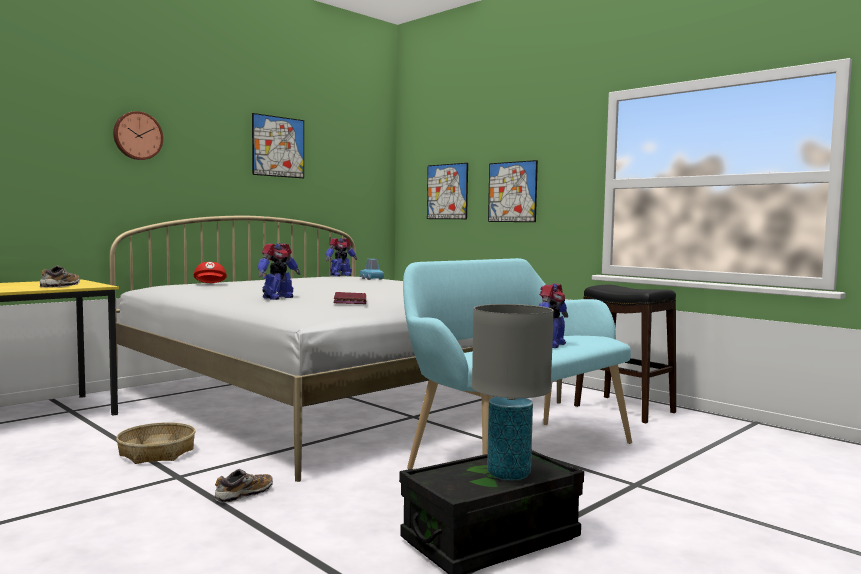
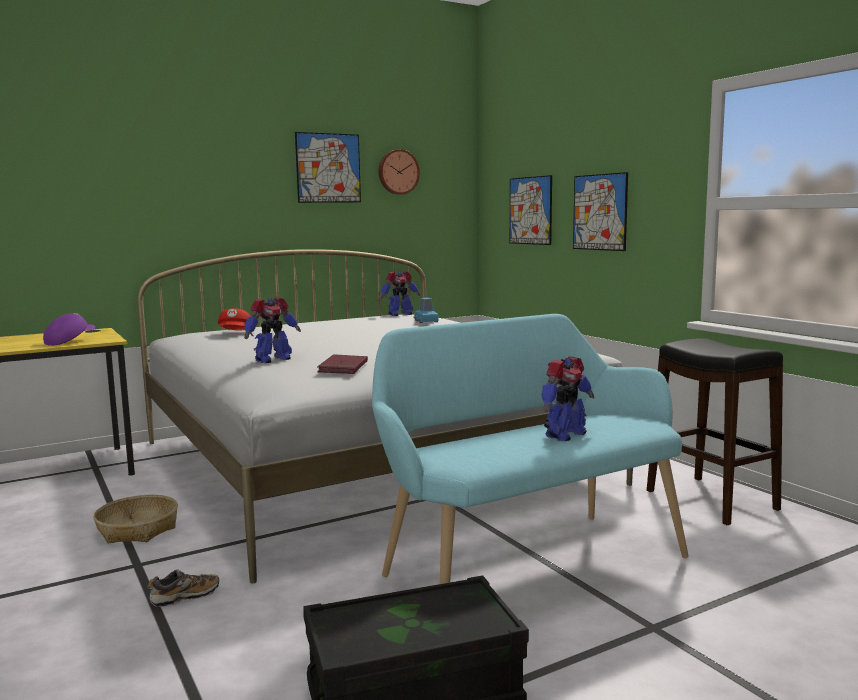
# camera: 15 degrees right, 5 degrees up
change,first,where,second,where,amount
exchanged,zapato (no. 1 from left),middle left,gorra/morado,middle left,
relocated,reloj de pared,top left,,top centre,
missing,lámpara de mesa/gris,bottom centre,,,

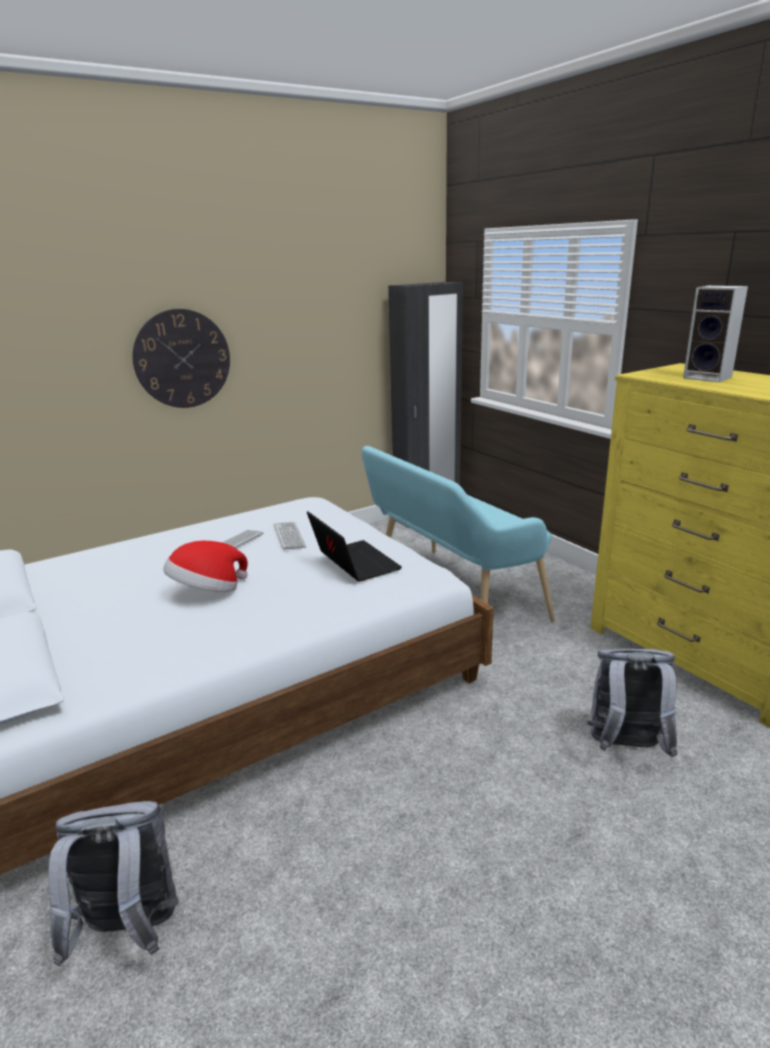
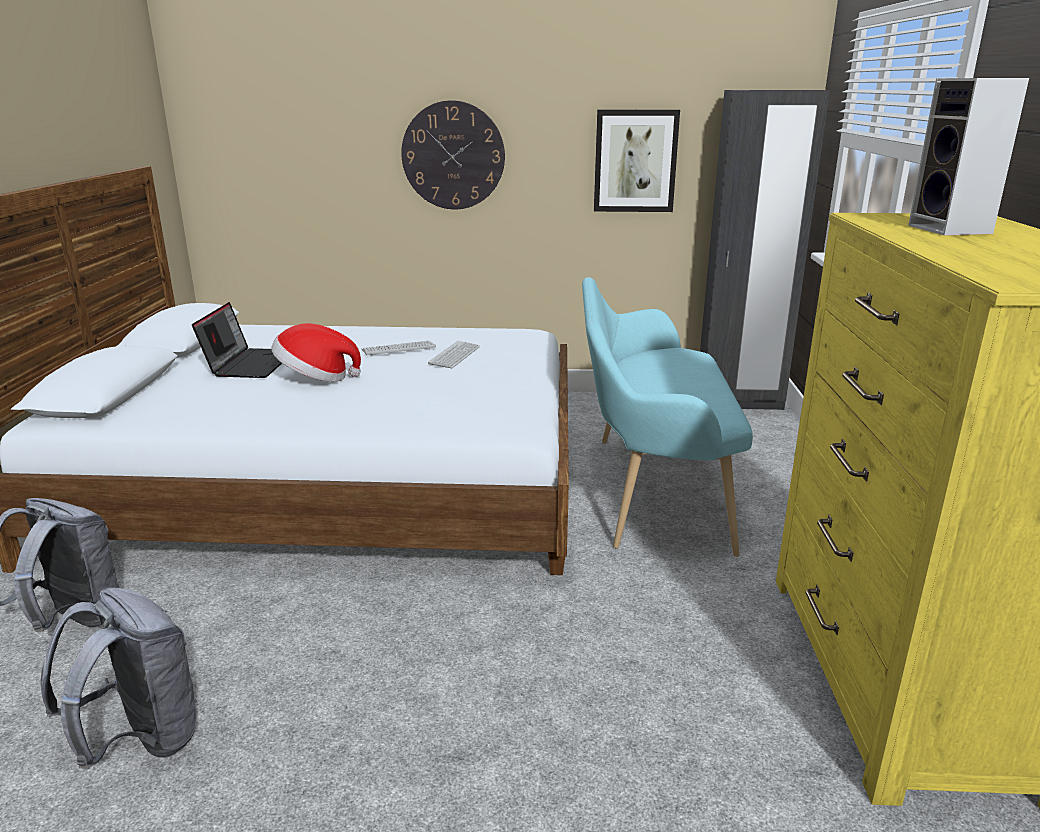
# camera: 35 degrees right, 0 degrees up
change,first,where,second,where,amount
relocated,portátil,centre,,middle left,
relocated,mochila/gris (no. 2 from left),bottom right,,bottom left,
appeared,,,cuadro,top centre,

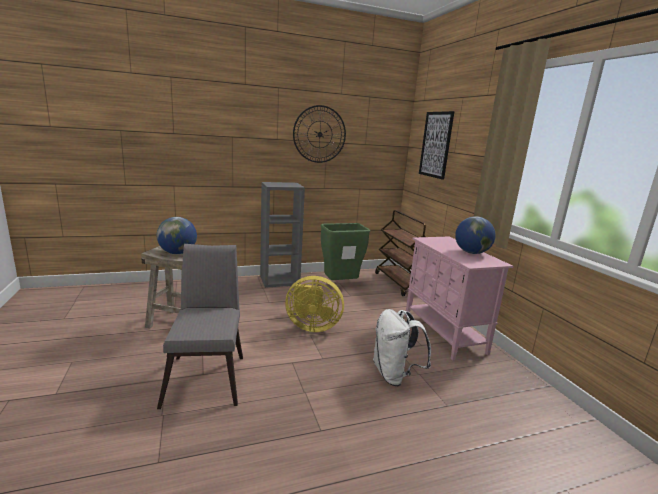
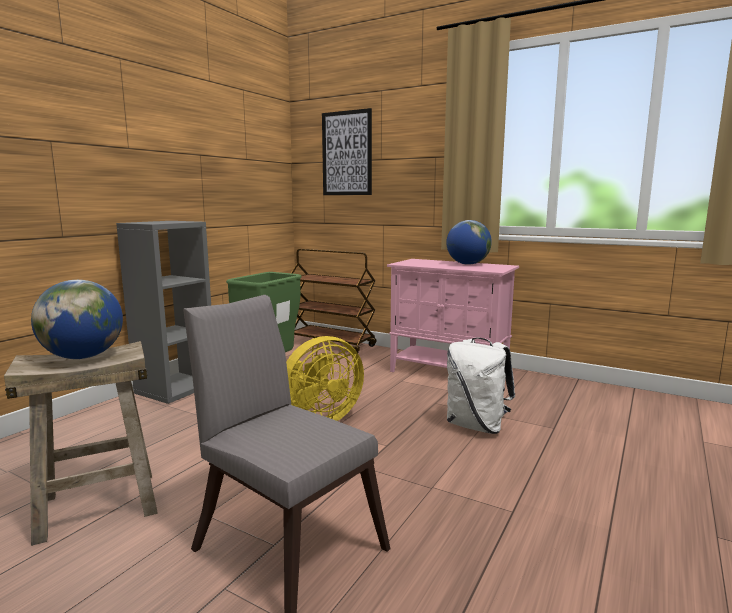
# camera: 40 degrees left, 5 degrees down
change,first,where,second,where,amount
missing,reloj de pared,top centre,,,

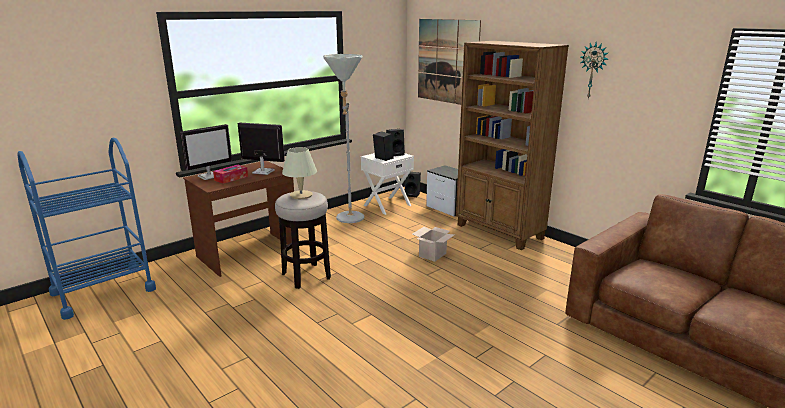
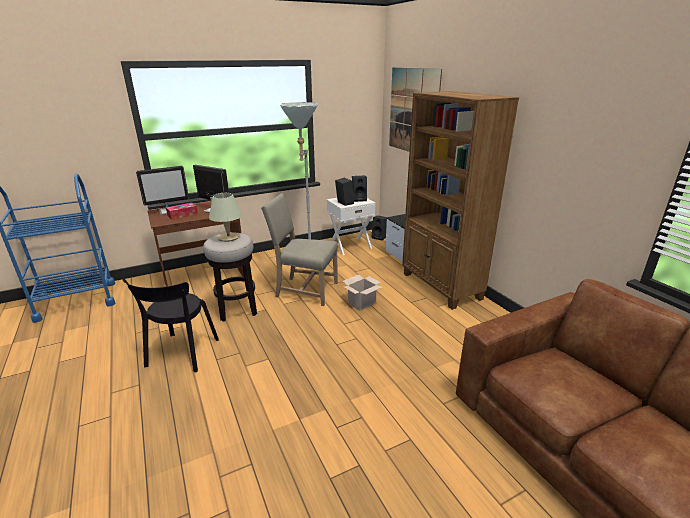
# camera: 15 degrees right, 5 degrees up
change,first,where,second,where,amount
missing,reloj de pared,top right,,,
appeared,,,silla/negro,middle left,
appeared,,,silla/beis,centre,

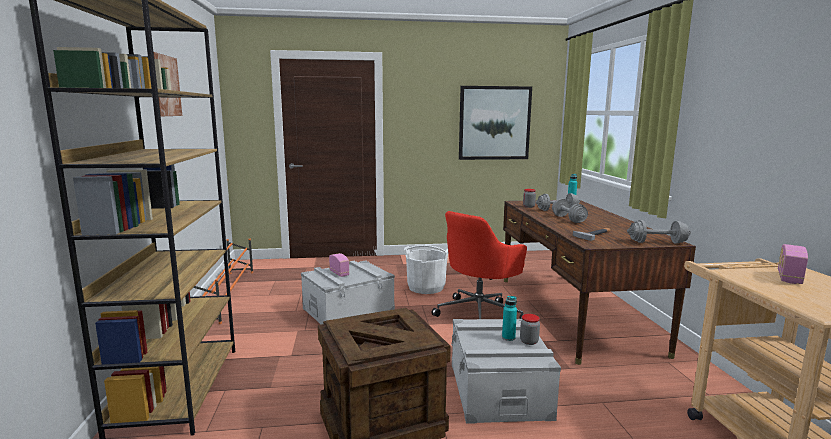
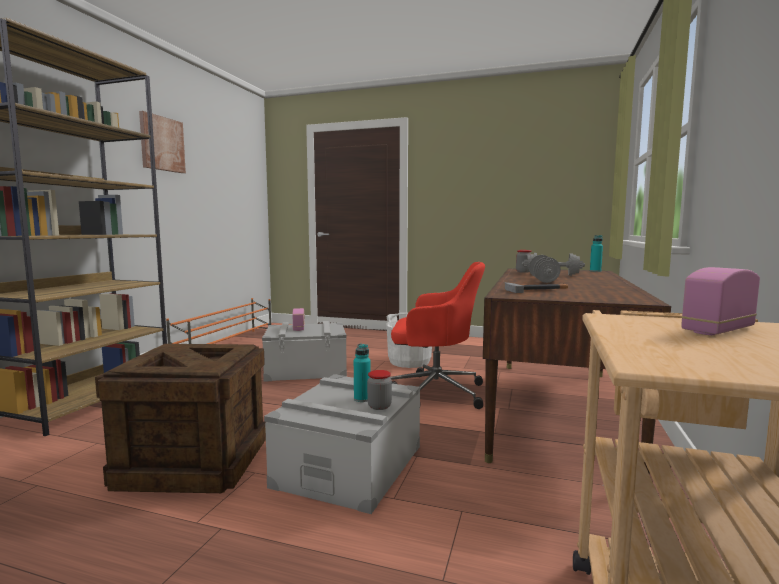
# camera: 25 degrees right, 5 degrees down
change,first,where,second,where,amount
spun,silla de oficina/rojo,centre,,centre,150 degrees counterclockwise
missing,cuadro (no. 2 from left),top centre,,,
missing,mancuerna/gris (no. 3 from left),middle right,,,

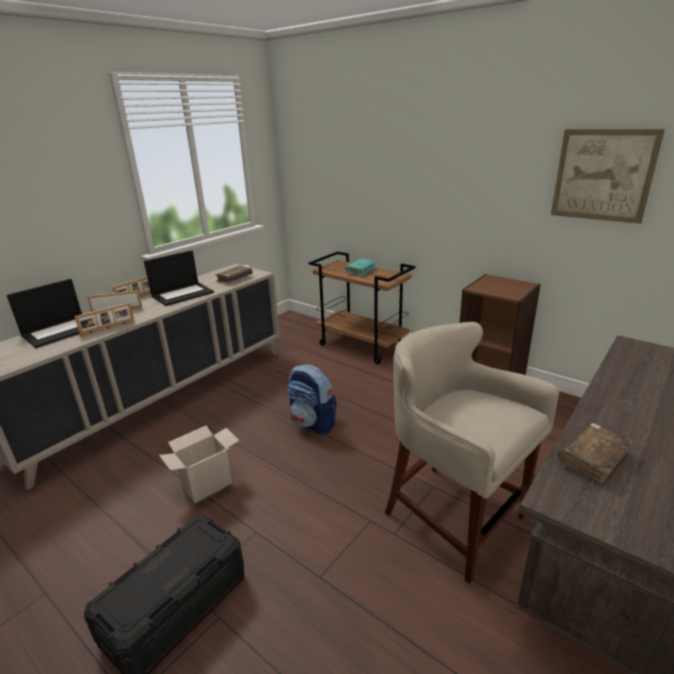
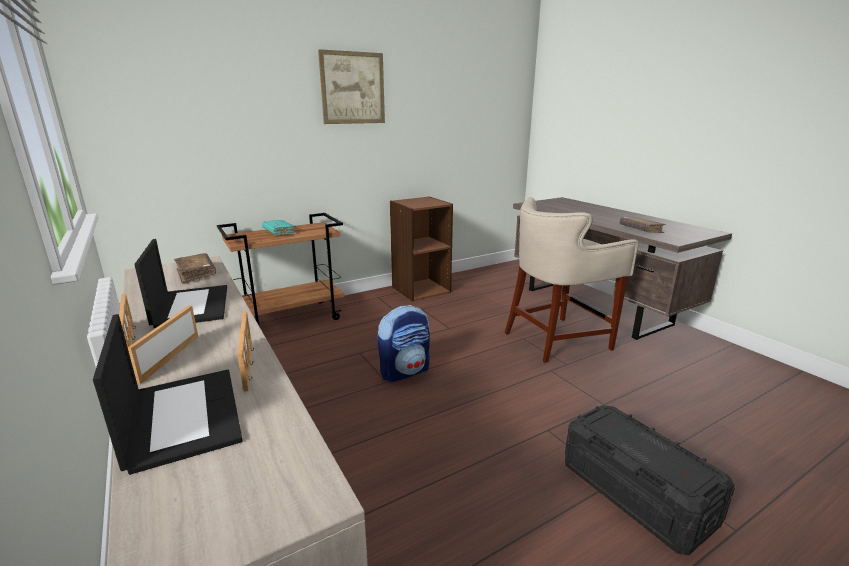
# camera: 70 degrees left, 5 degrees down
change,first,where,second,where,amount
missing,caja de cartón,bottom left,,,
relocated,cuadro,top right,,top centre,

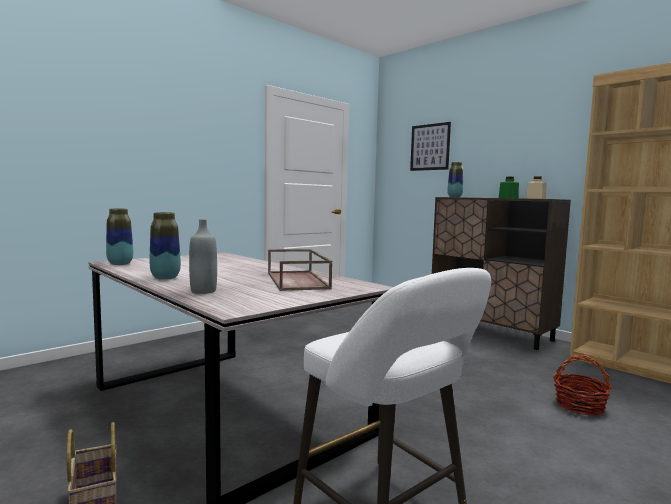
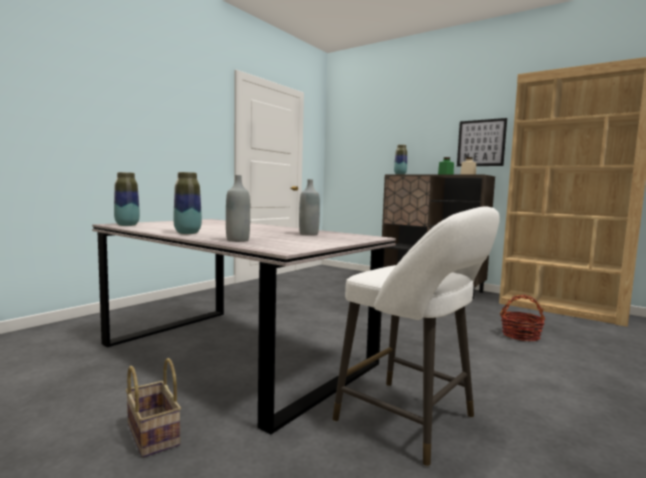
# camera: 10 degrees left, 0 degrees up
change,first,where,second,where,amount
exchanged,bandeja/marrón,centre,botella/gris (no. 2 from left),centre,
relocated,cuadro,top centre,,top right,

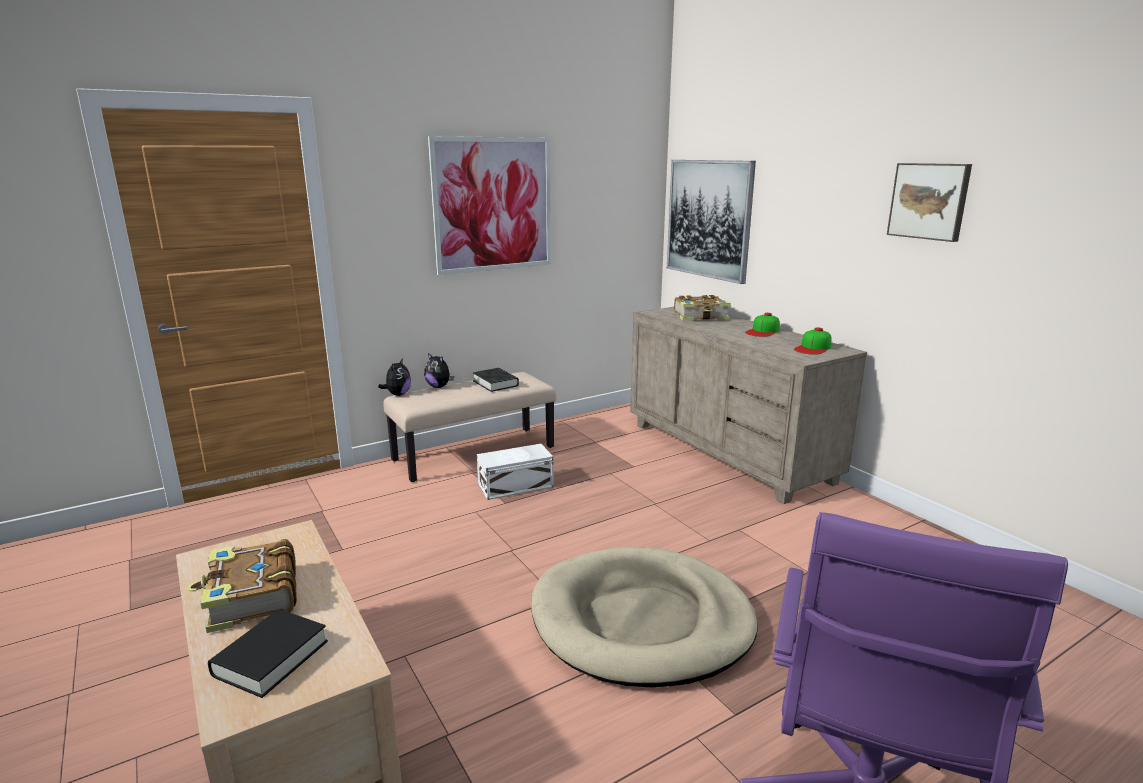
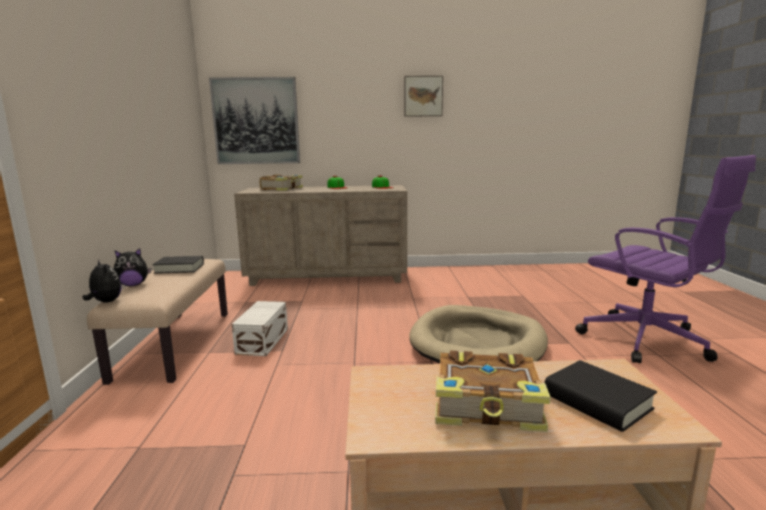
# camera: 60 degrees left, 5 degrees down
change,first,where,second,where,amount
missing,cuadro (no. 1 from left),top centre,,,

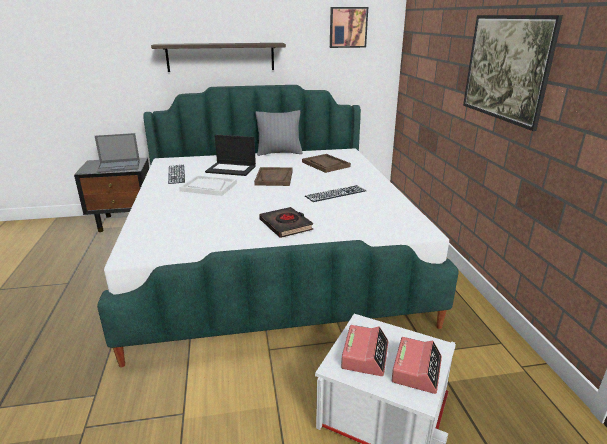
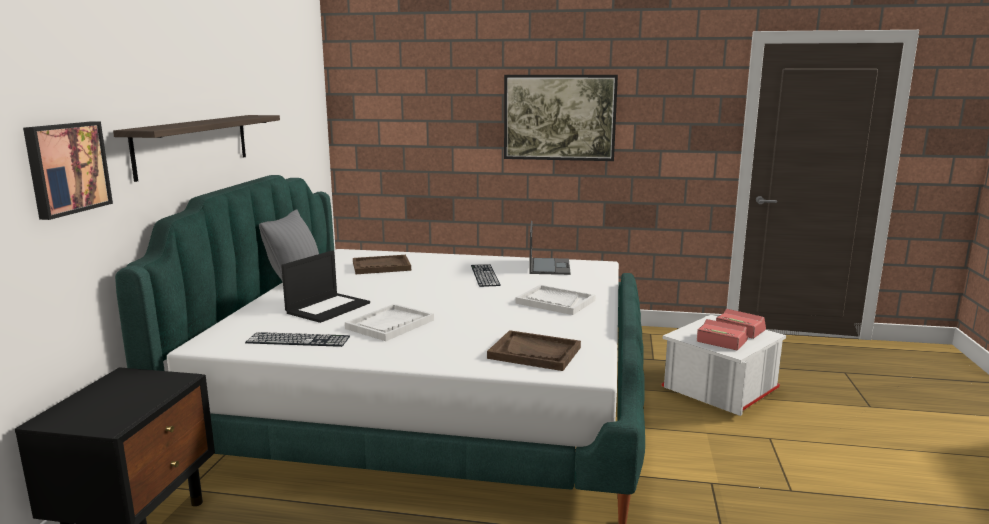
# camera: 70 degrees left, 10 degrees down
change,first,where,second,where,amount
relocated,portátil (no. 1 from left in the first image),middle left,portátil (no. 2 from left),centre,
relocated,bandeja/marrón (no. 1 from left in the first image),centre,bandeja/marrón (no. 2 from left),bottom centre,
exchanged,libro/negro,centre,bandeja/blanco (no. 2 from left),centre,
relocated,cuadro (no. 1 from left),top centre,,top left,

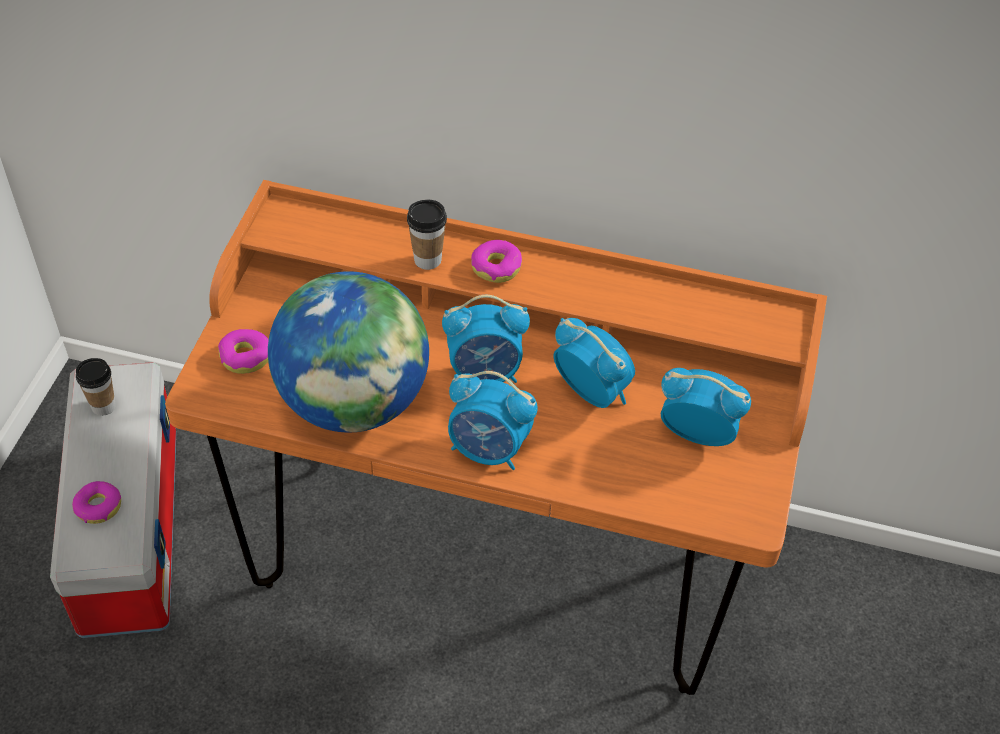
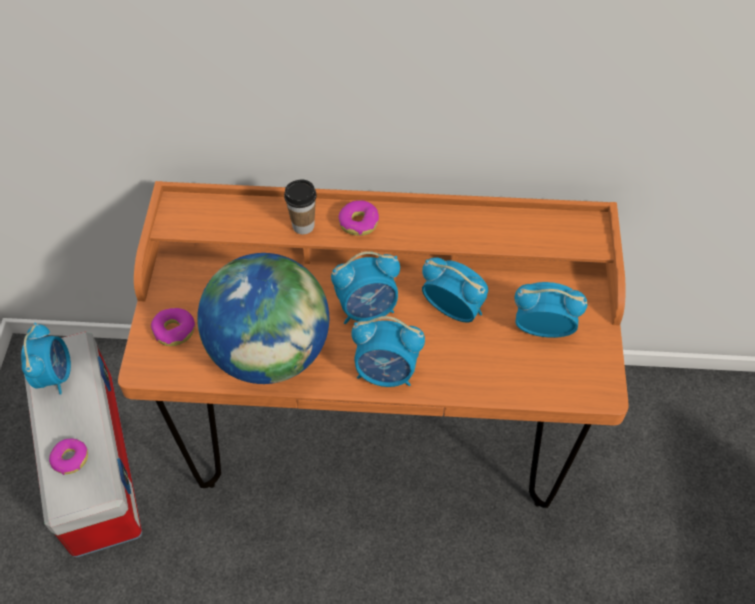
# camera: 10 degrees left, 5 degrees up
change,first,where,second,where,amount
exchanged,taza (no. 1 from left),middle left,despertador (no. 1 from left),middle left,

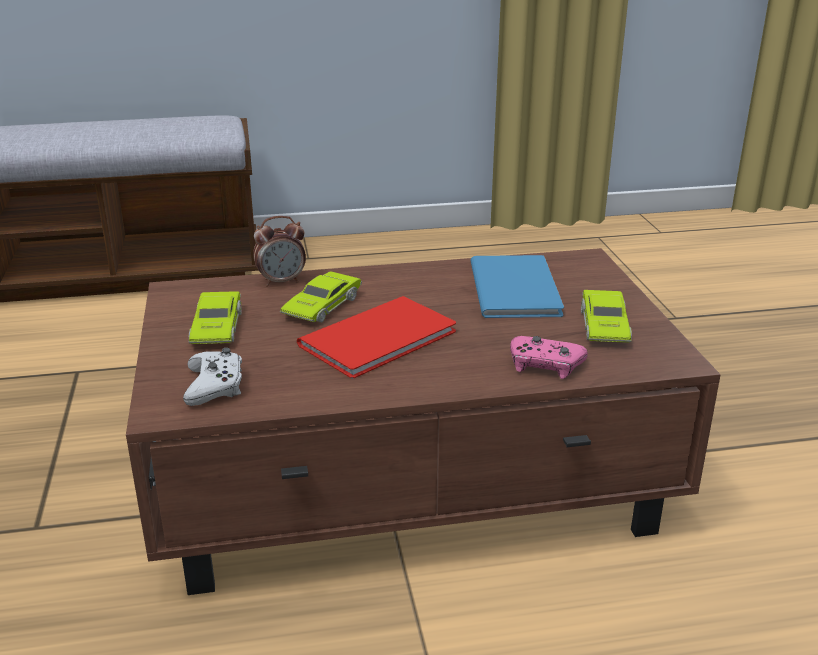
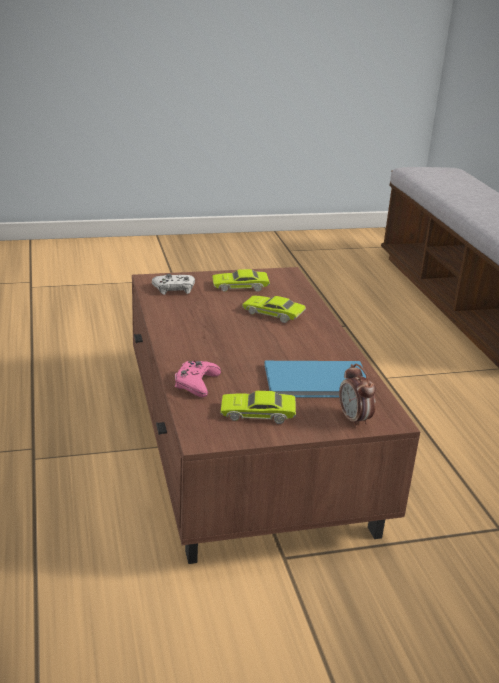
# camera: 85 degrees right, 0 degrees up
change,first,where,second,where,amount
relocated,despertador,centre,,middle right,
missing,libro/rojo,centre,,,

